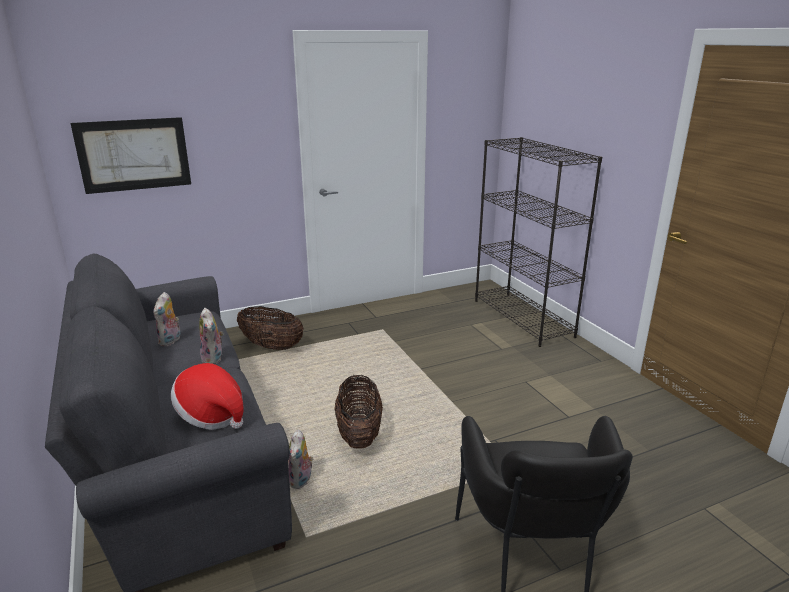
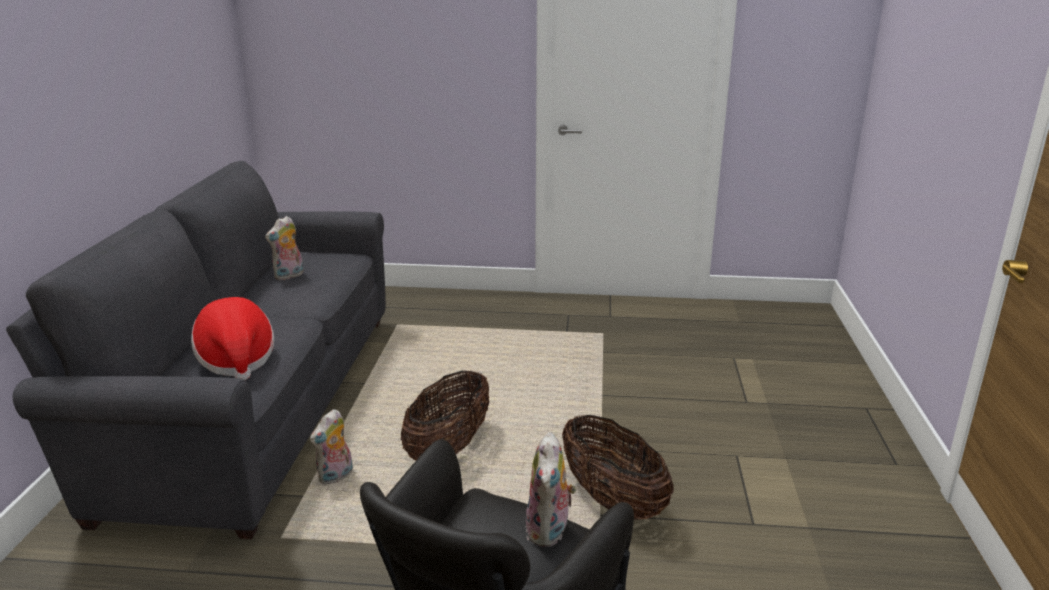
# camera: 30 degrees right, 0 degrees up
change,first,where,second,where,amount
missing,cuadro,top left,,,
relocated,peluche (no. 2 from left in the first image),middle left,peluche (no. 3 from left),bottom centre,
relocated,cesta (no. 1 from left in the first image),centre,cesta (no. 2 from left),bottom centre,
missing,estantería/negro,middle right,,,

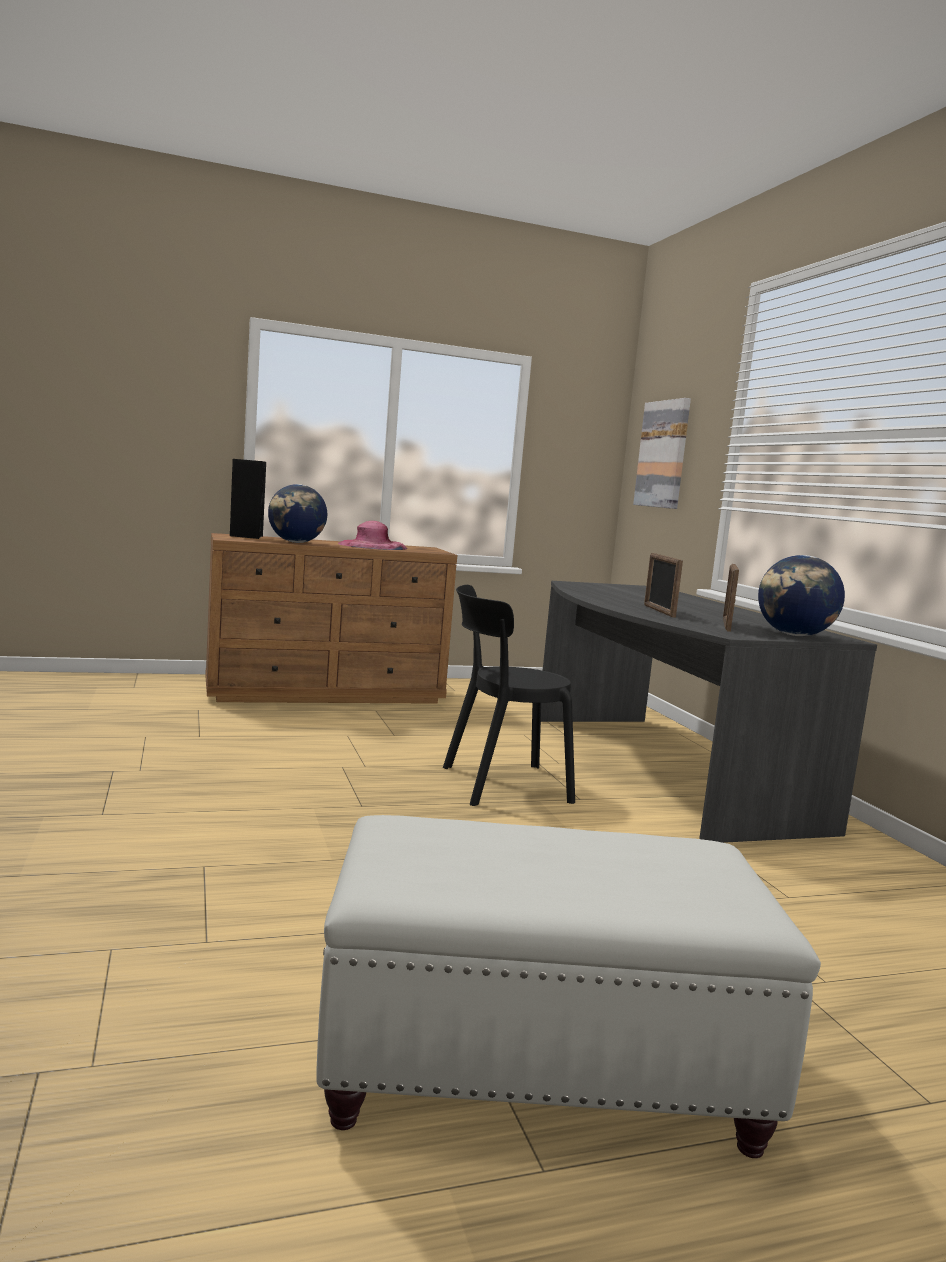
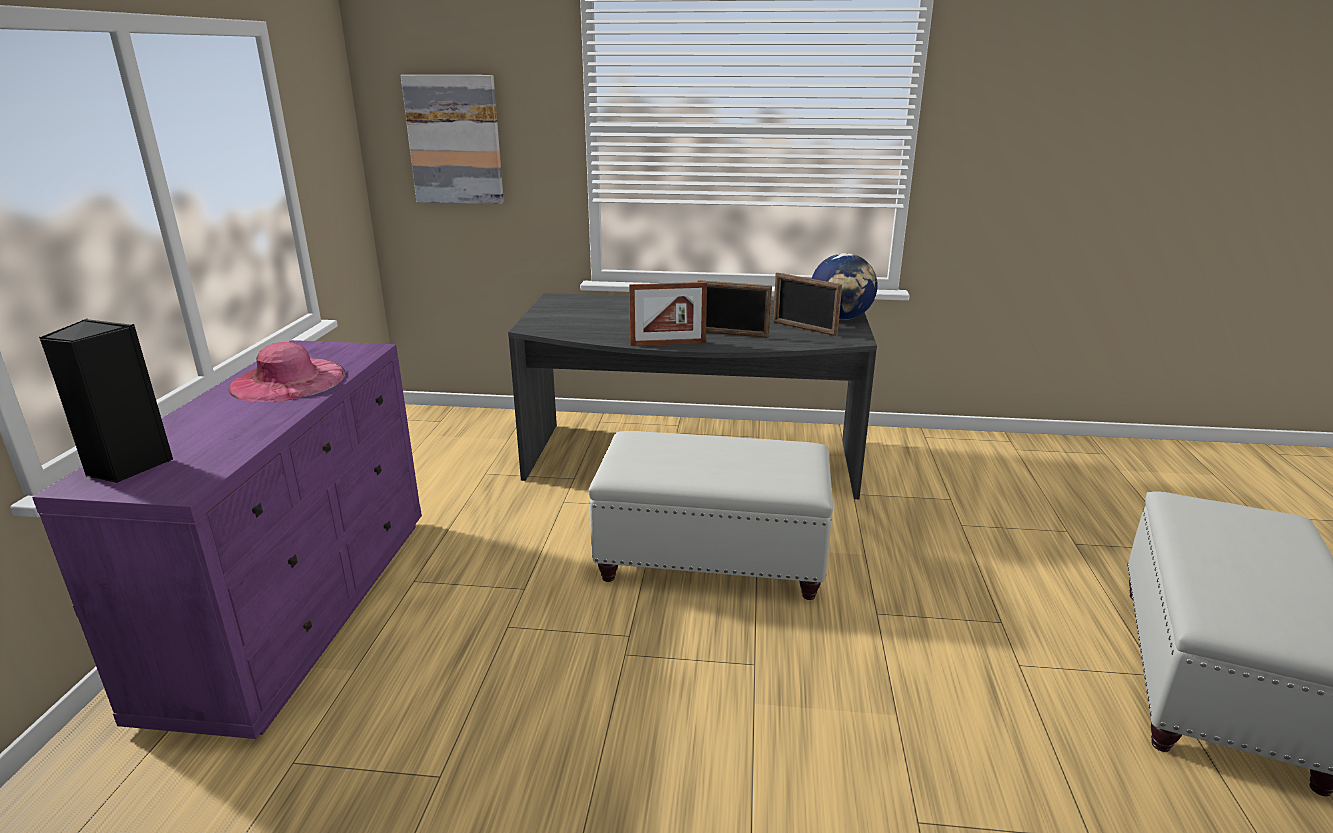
# camera: 65 degrees left, 15 degrees up
change,first,where,second,where,amount
colour,cómoda/marrón,centre,cómoda/morado,middle left,
missing,globo terráqueo (no. 1 from left),middle left,,,
exchanged,silla/negro,centre,puf/blanco (no. 1 from left),centre,
appeared,,,portarretratos (no. 1 from left),centre,

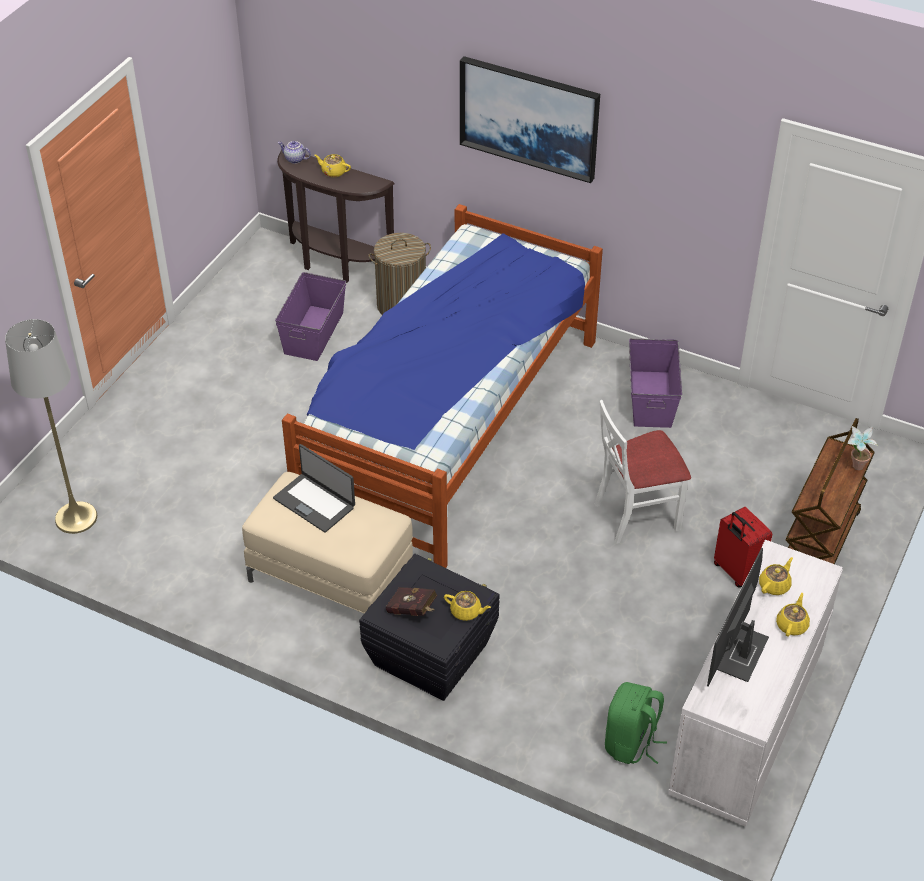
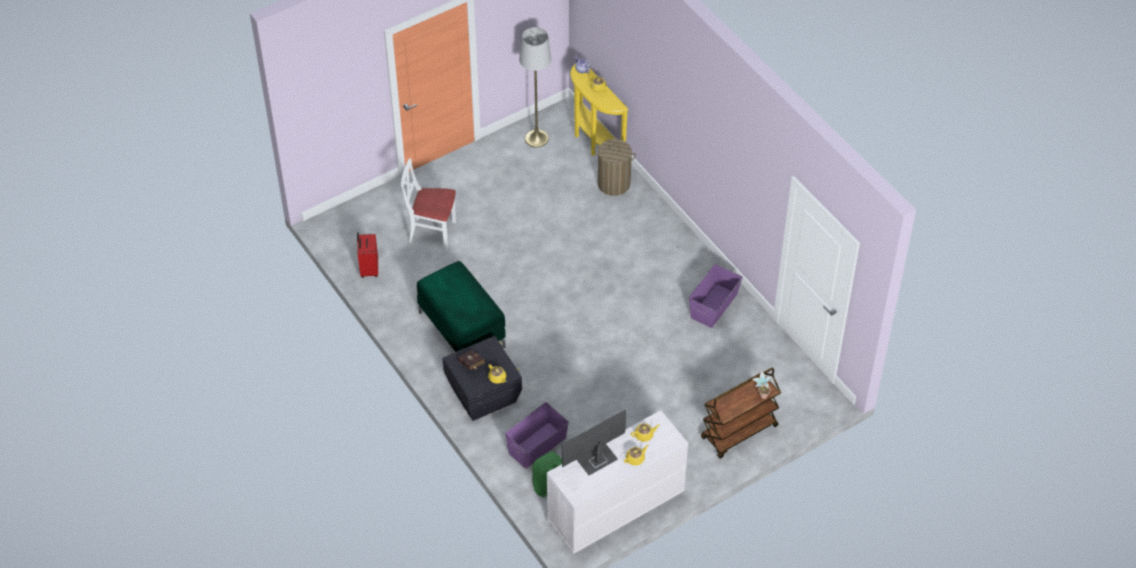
# camera: 30 degrees right, 5 degrees up
change,first,where,second,where,amount
relocated,lámpara de pie/gris,middle left,,top centre,
colour,puf/beis,centre,puf/verde,centre,
missing,portátil,centre,,,
relocated,caja de almacenaje/morado (no. 1 from left),centre,,bottom centre,
colour,mesa consola/marrón,top centre,mesa consola/amarillo,top centre,
missing,cama,centre,,,
missing,cuadro,top centre,,,
relocated,silla/blanco,middle right,,centre,
relocated,maleta/rojo,middle right,,middle left,

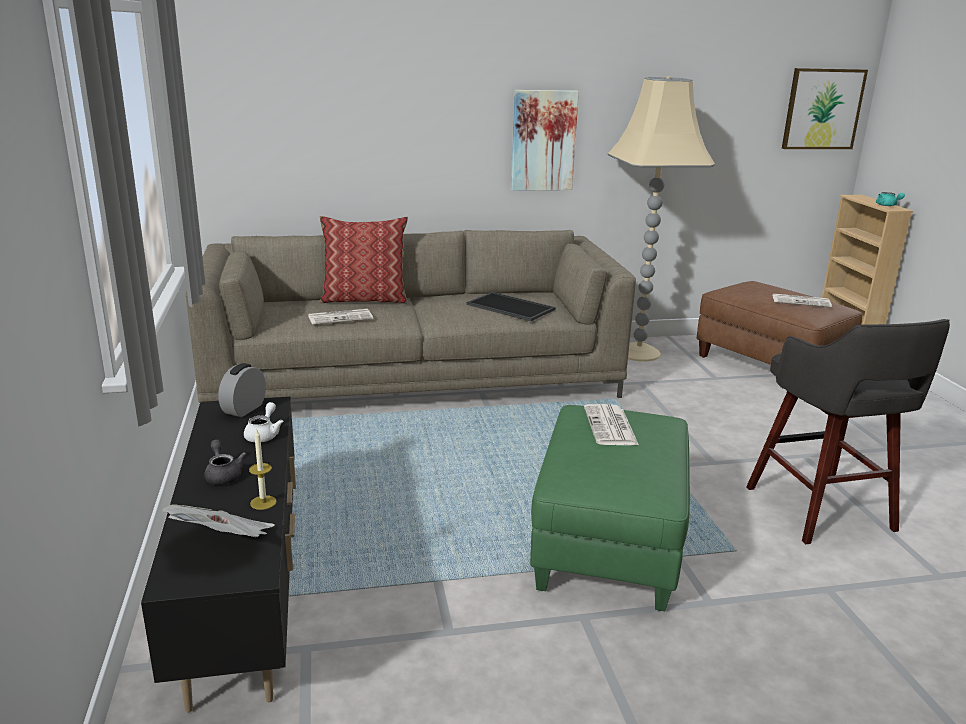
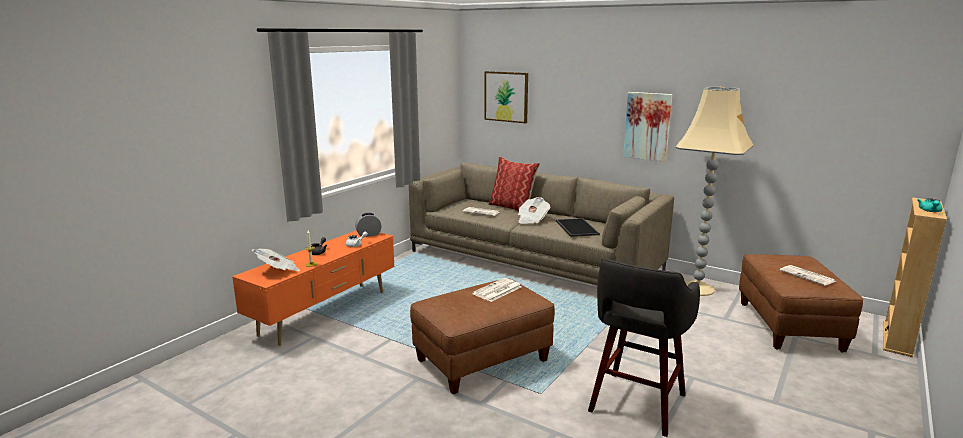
# camera: 45 degrees right, 5 degrees down
change,first,where,second,where,amount
colour,mueble de televisión/negro,bottom left,mueble de televisión/naranja,middle left,
colour,puf/verde,bottom centre,puf/marrón (no. 1 from left),bottom centre,
relocated,cuadro (no. 2 from left in the first image),top right,cuadro (no. 1 from left),top centre,
appeared,,,periódico (no. 4 from left),centre,

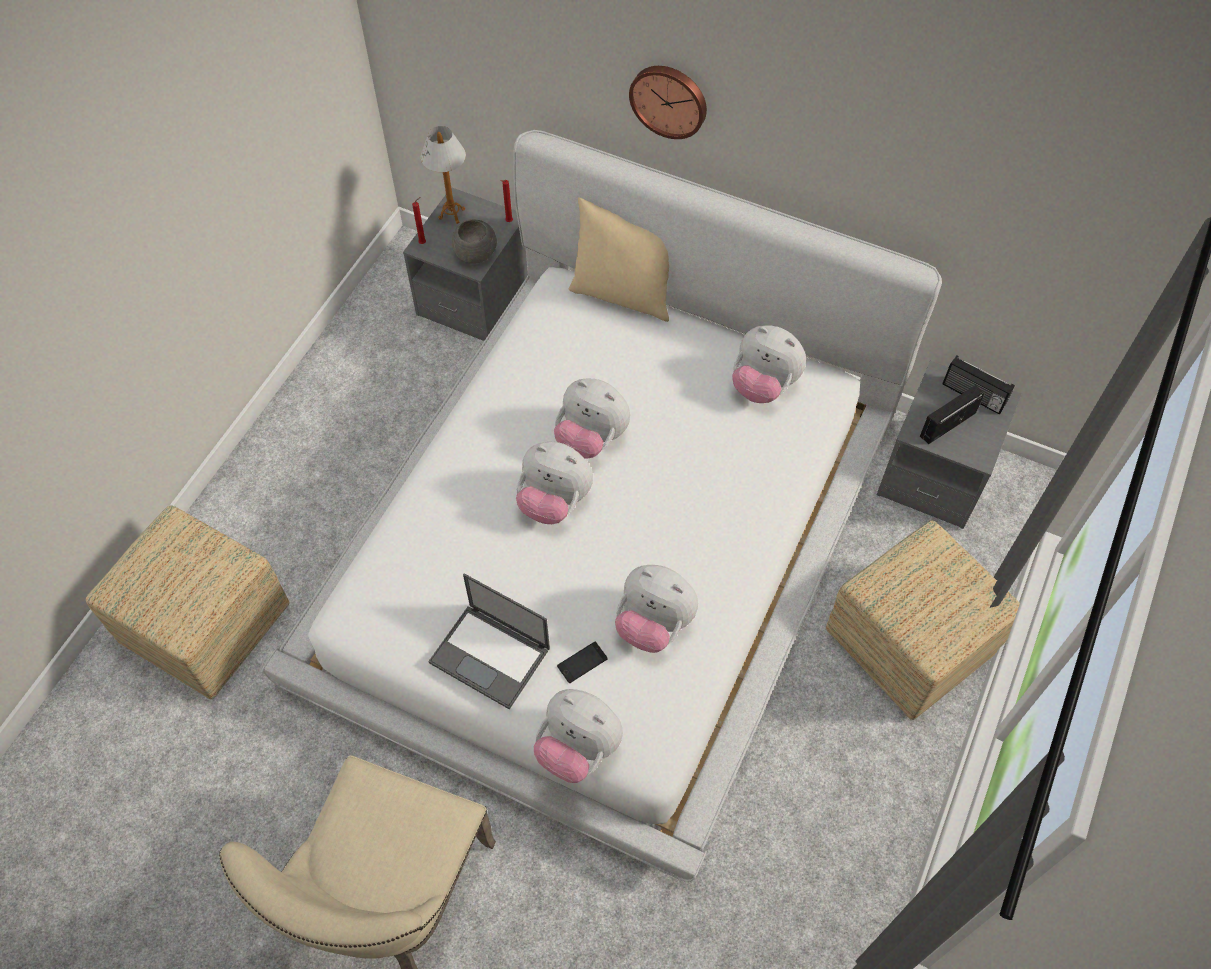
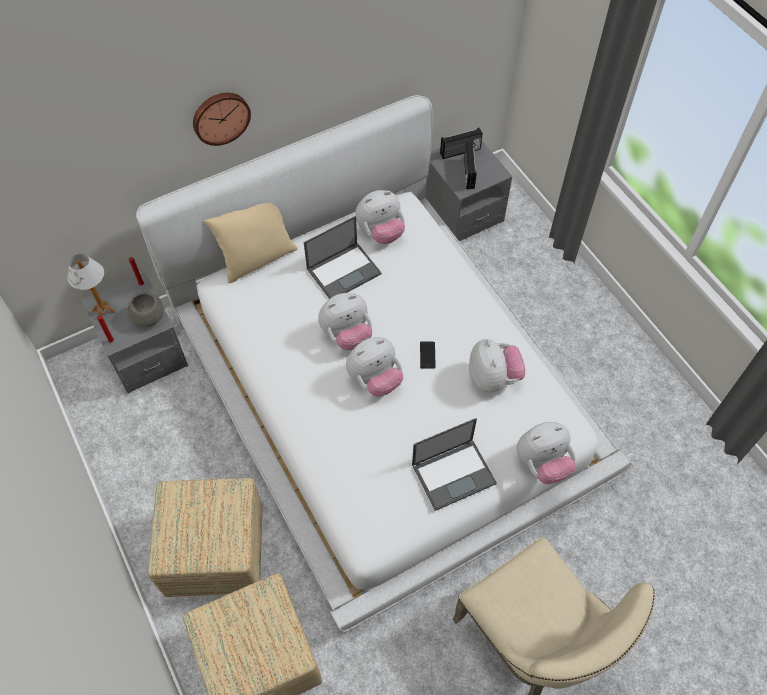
# camera: 55 degrees left, 0 degrees up
change,first,where,second,where,amount
relocated,móvil,bottom centre,,centre,
spun,peluche (no. 4 from left),centre,,centre,75 degrees counterclockwise
relocated,puf (no. 2 from left in the first image),middle right,puf (no. 1 from left),bottom left,
appeared,,,portátil (no. 1 from left),centre,

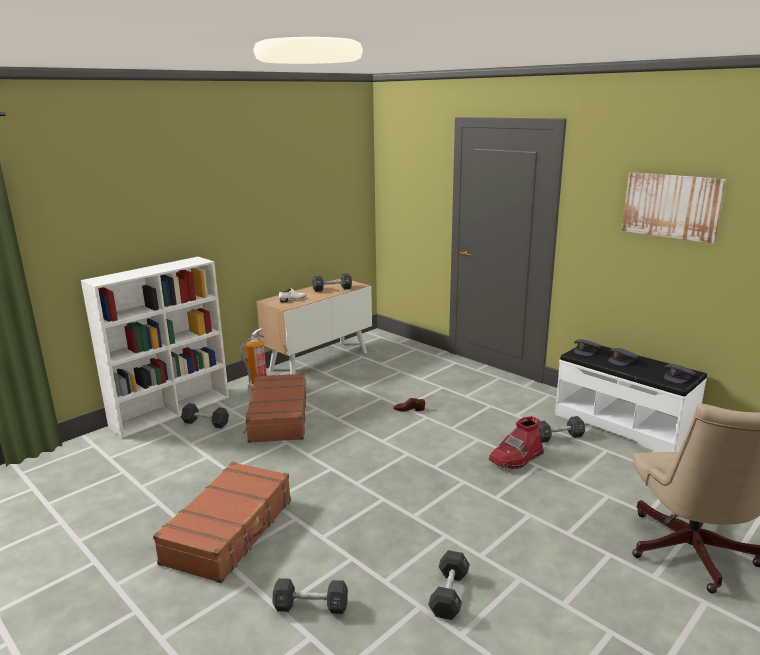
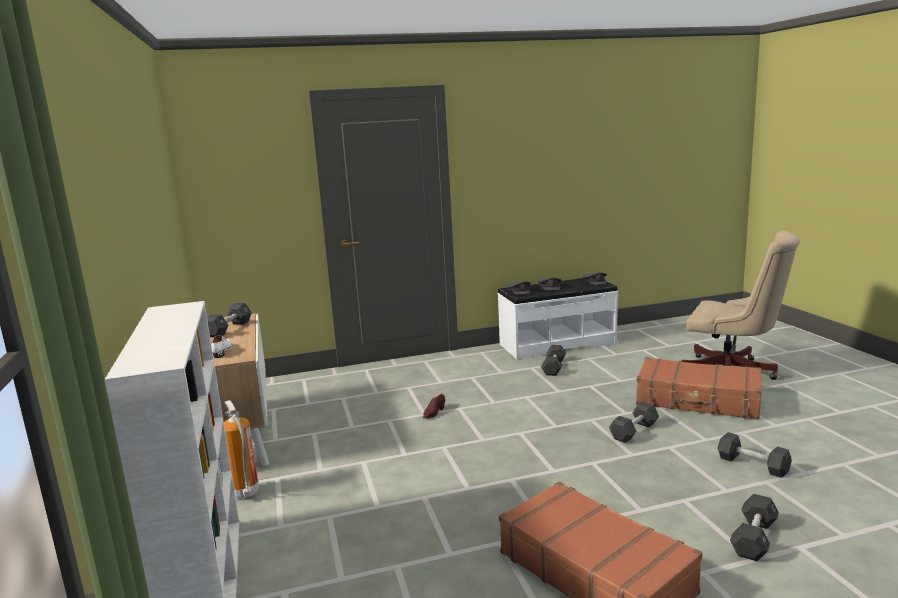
# camera: 60 degrees left, 5 degrees down
change,first,where,second,where,amount
relocated,mancuerna/negro (no. 1 from left in the first image),middle left,mancuerna/negro (no. 3 from left),bottom right,
relocated,maleta/marrón (no. 2 from left),centre,,middle right,
missing,bota/rojo,bottom right,,,
missing,cuadro,top right,,,

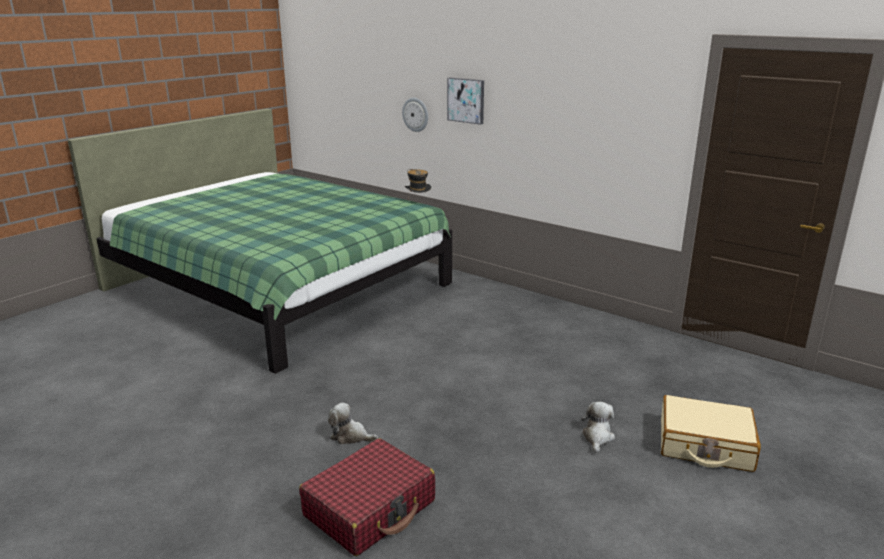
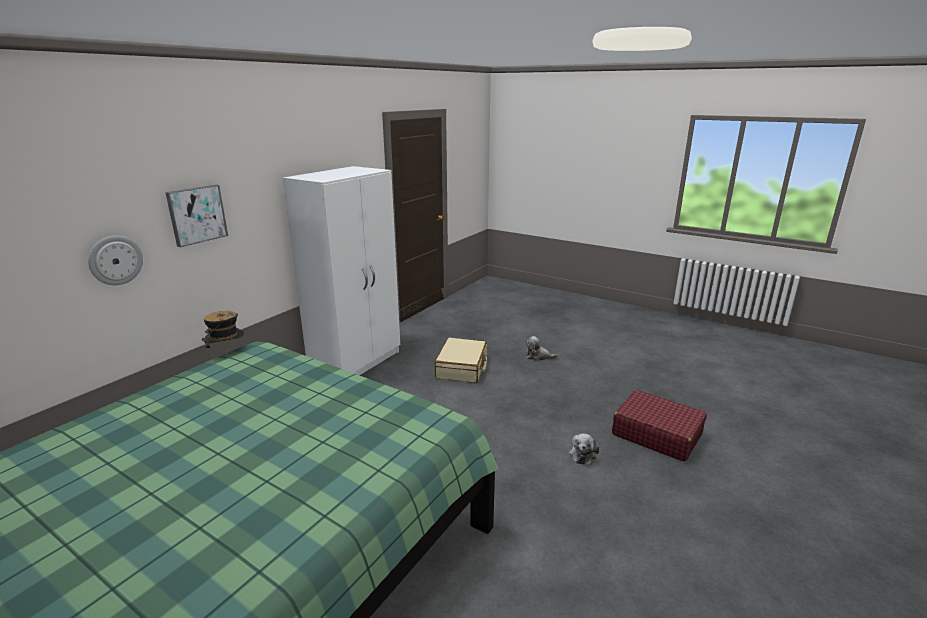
# camera: 95 degrees left, 0 degrees up
change,first,where,second,where,amount
relocated,maleta/beis,bottom right,,centre,
appeared,,,armario ropero/blanco,centre,

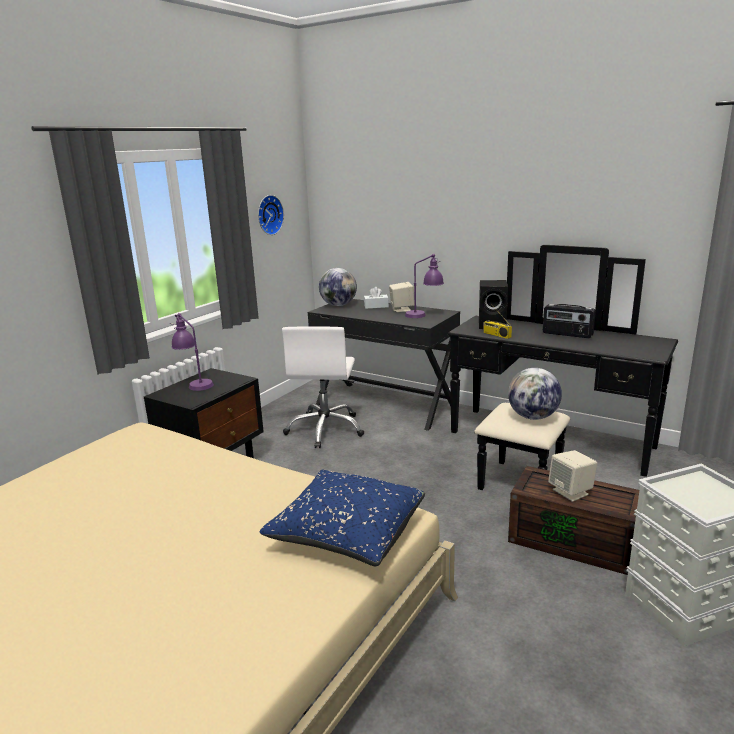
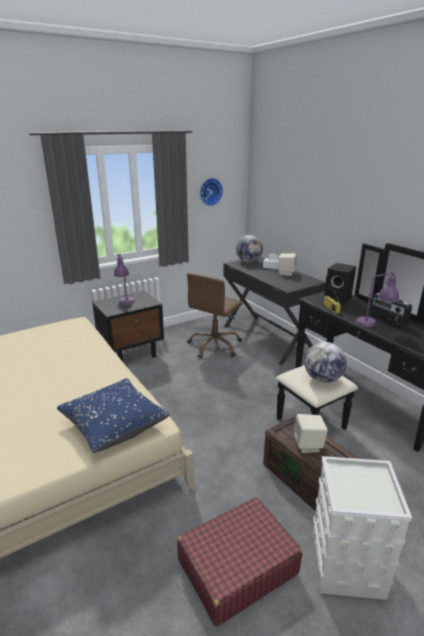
# camera: 25 degrees right, 5 degrees up
change,first,where,second,where,amount
colour,silla de oficina/blanco,centre,silla de oficina/marrón,centre,
relocated,lámpara de mesa/morado (no. 2 from left),centre,,middle right,
appeared,,,maleta/rojo,bottom centre,

